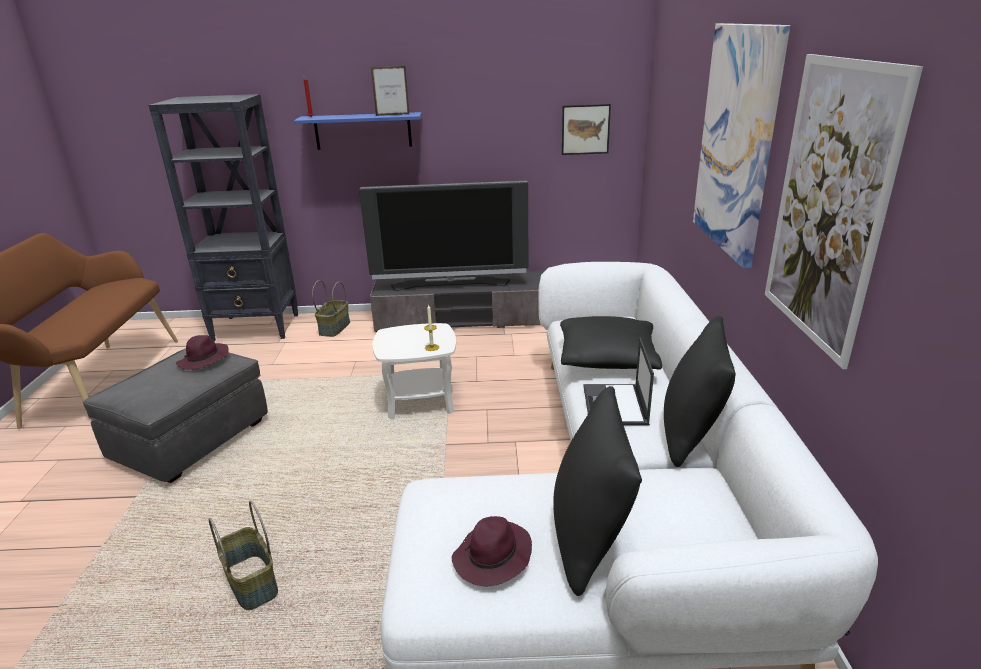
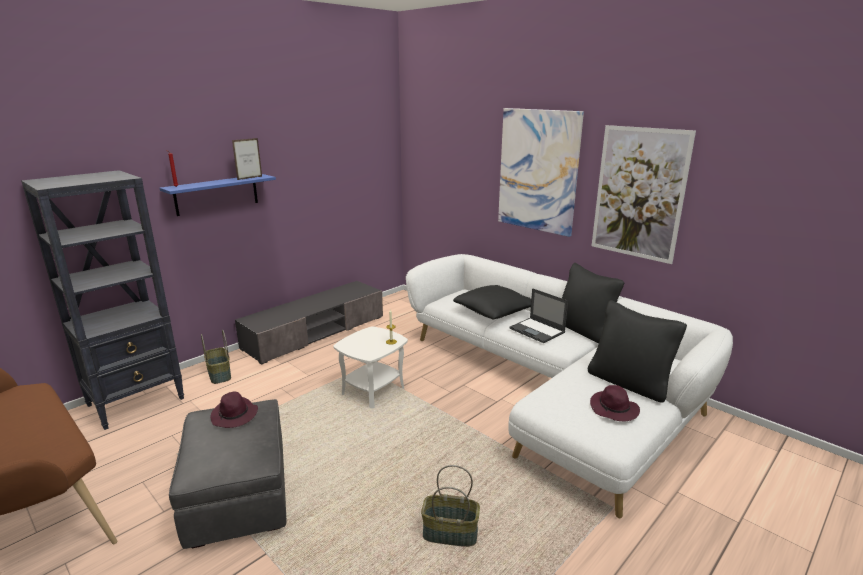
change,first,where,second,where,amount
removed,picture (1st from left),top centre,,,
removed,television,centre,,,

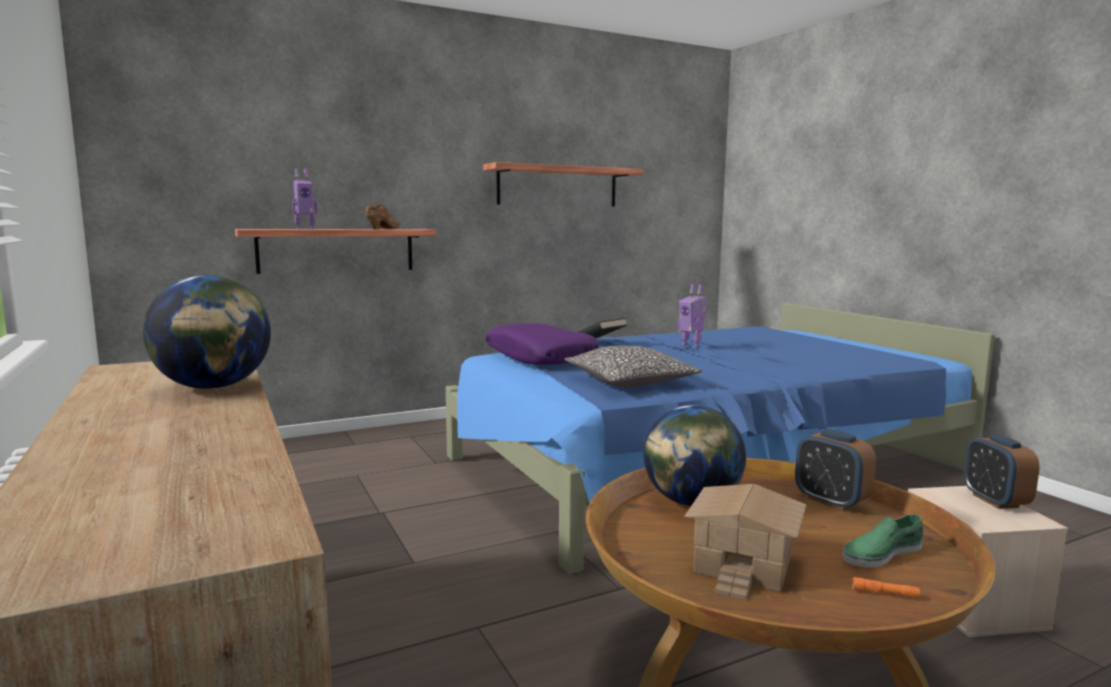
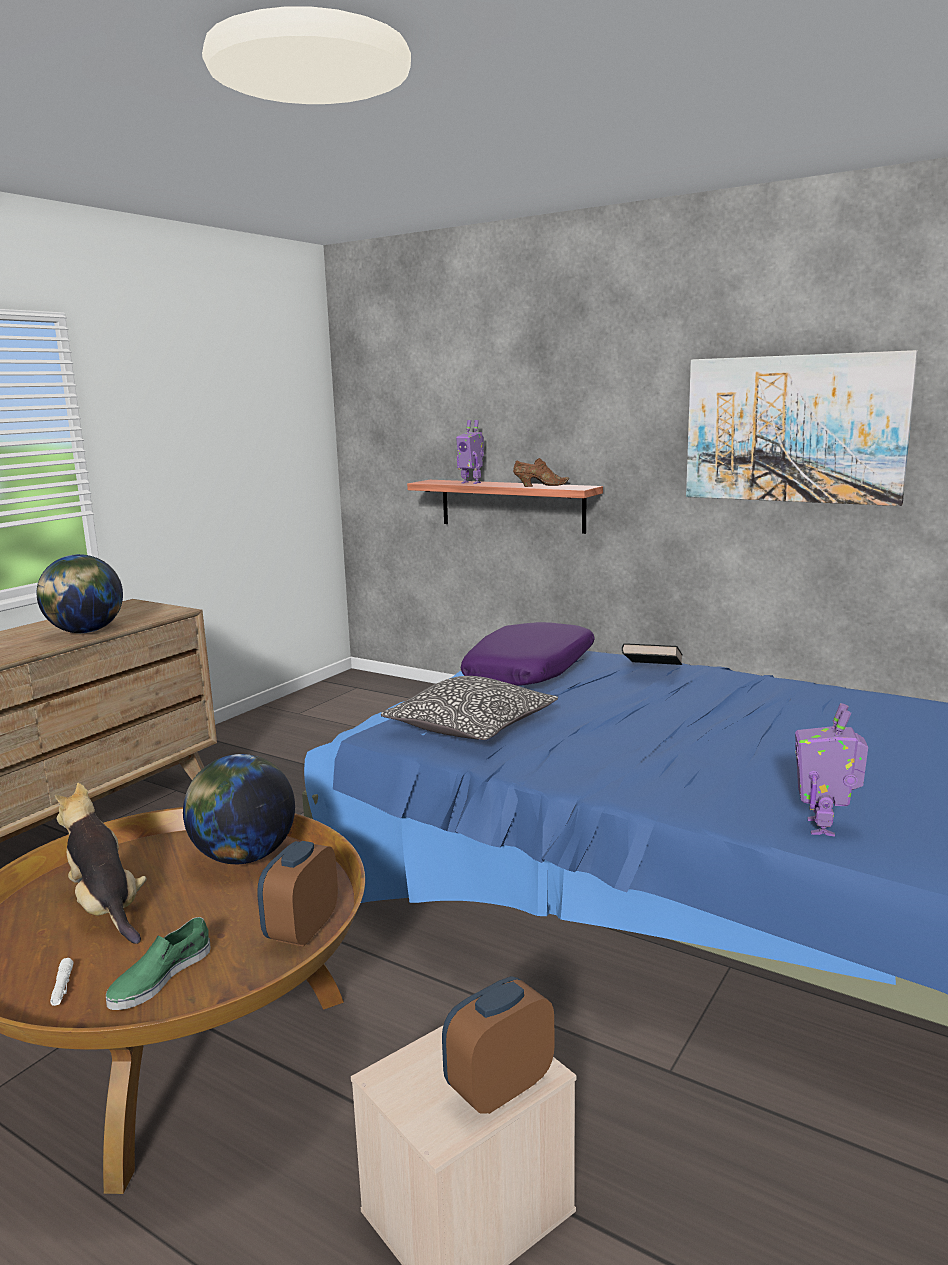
change,first,where,second,where,amount
replaced,shelf (2nd from left),top centre,picture,middle right,
moved,toy robot (2nd from left),centre,,middle right,
replaced,toy house,bottom right,plush toy,bottom left,
turned,shoe/green,bottom right,,bottom left,90 degrees counterclockwise
recoloured,flashlight/orange,bottom right,flashlight/white,bottom left,

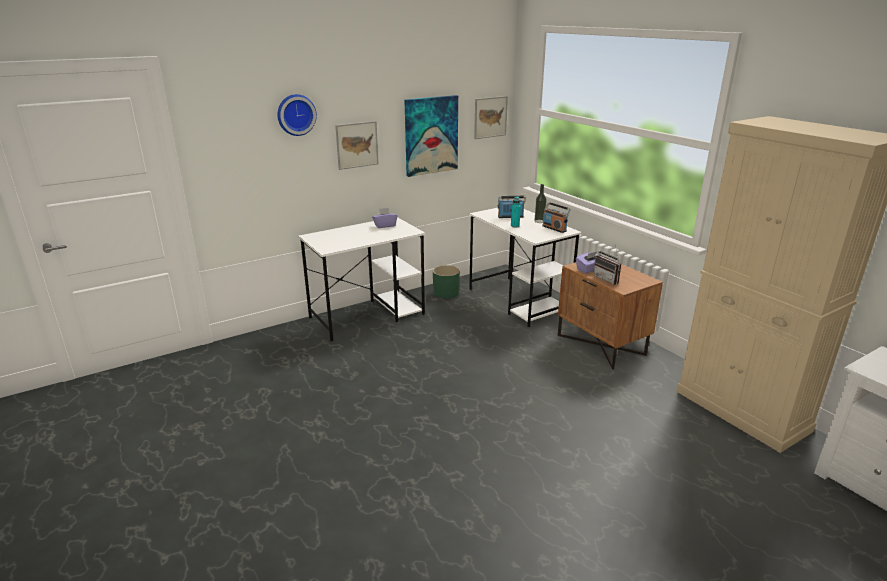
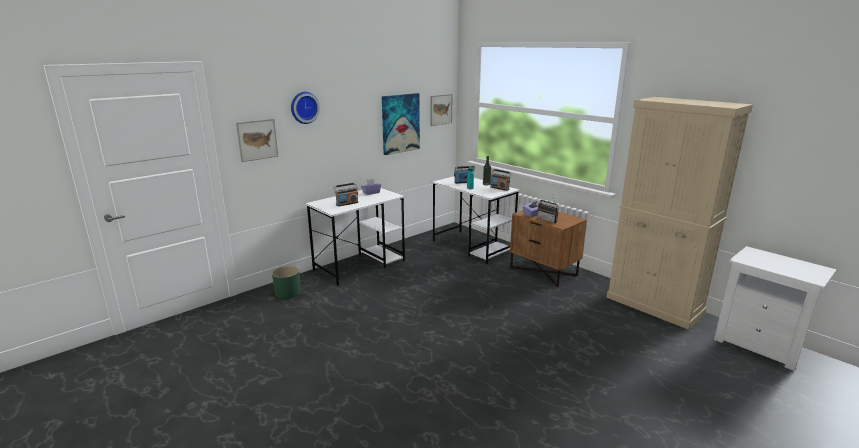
change,first,where,second,where,amount
moved,picture (1st from left),top centre,,top left,
moved,planter/green,centre,,middle left,
added,,,radio (1st from left),centre,

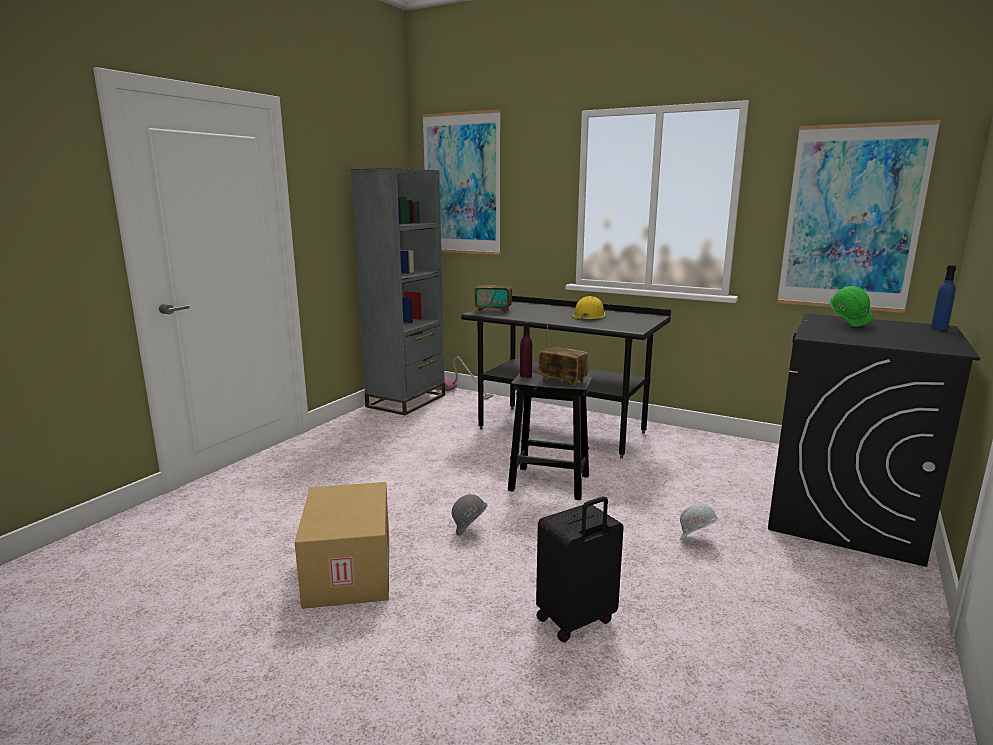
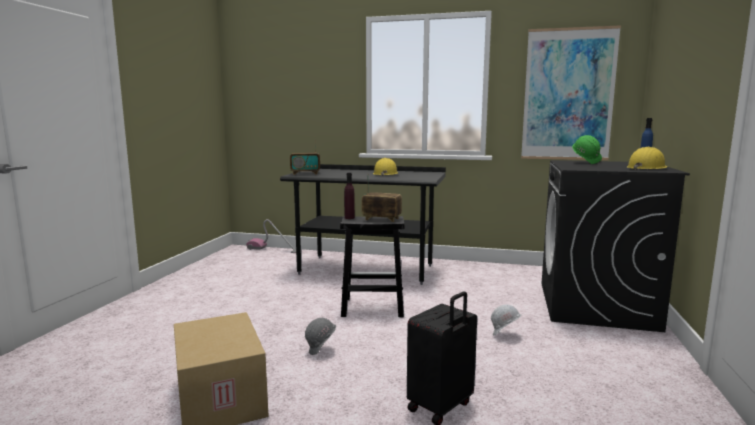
change,first,where,second,where,amount
removed,picture (1st from left),top centre,,,
removed,bookcase/grey,centre,,,
added,,,hard hat/yellow (2nd from left),middle right,

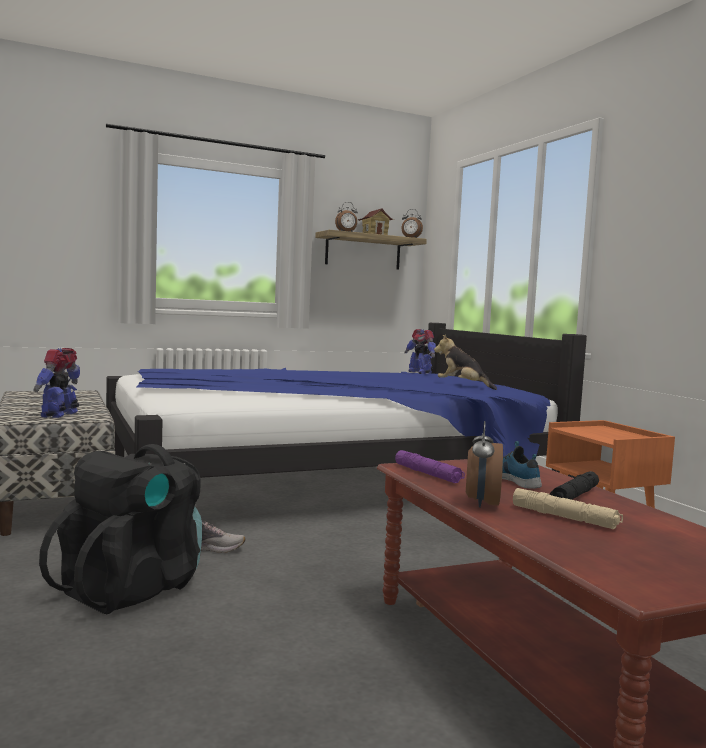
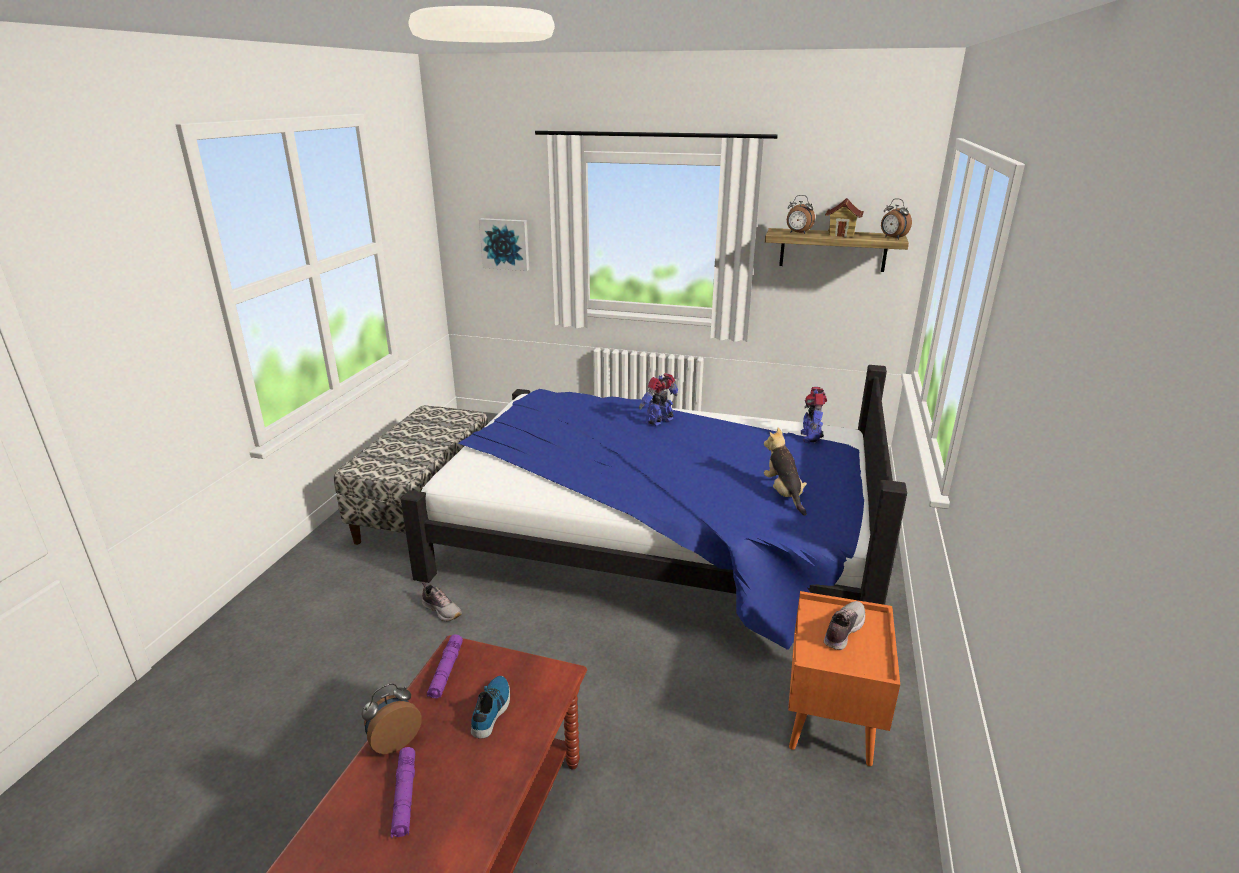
change,first,where,second,where,amount
moved,toy robot (1st from left),middle left,,centre,
removed,backpack/black,bottom left,,,
removed,flashlight/black,middle right,,,
recoloured,flashlight/beige,bottom right,flashlight/purple (1st from left),bottom left,
added,,,picture,top centre,
added,,,shoe (3rd from left),bottom right,

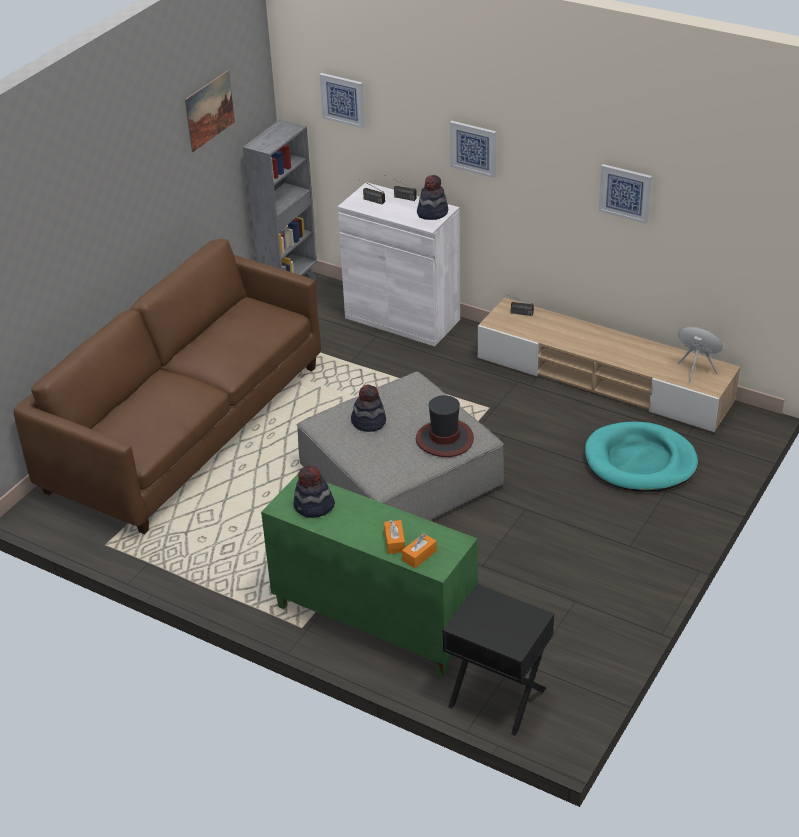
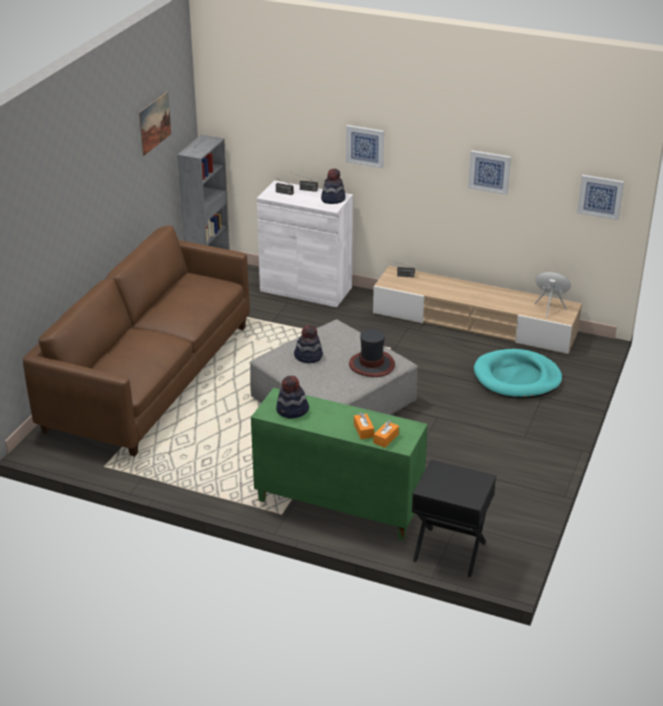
change,first,where,second,where,amount
moved,picture (2nd from left in the first image),top centre,picture (4th from left),top right,

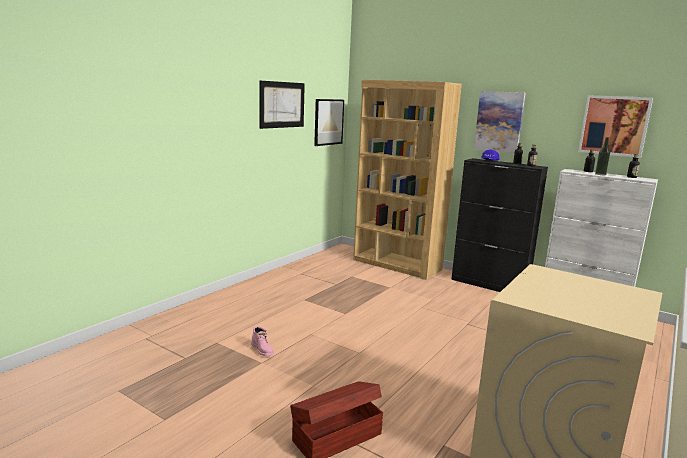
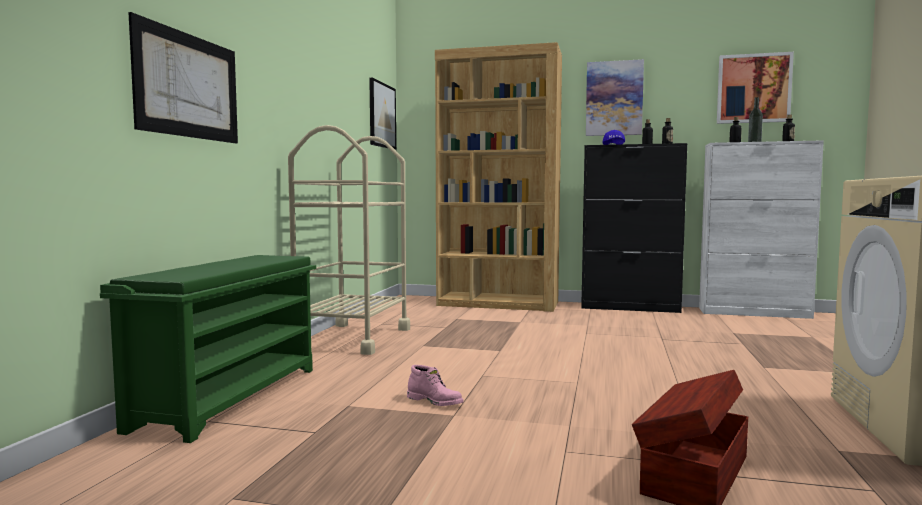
change,first,where,second,where,amount
moved,picture (1st from left),top centre,,top left,
added,,,cart/beige,centre,
added,,,shoe rack/green,bottom left,

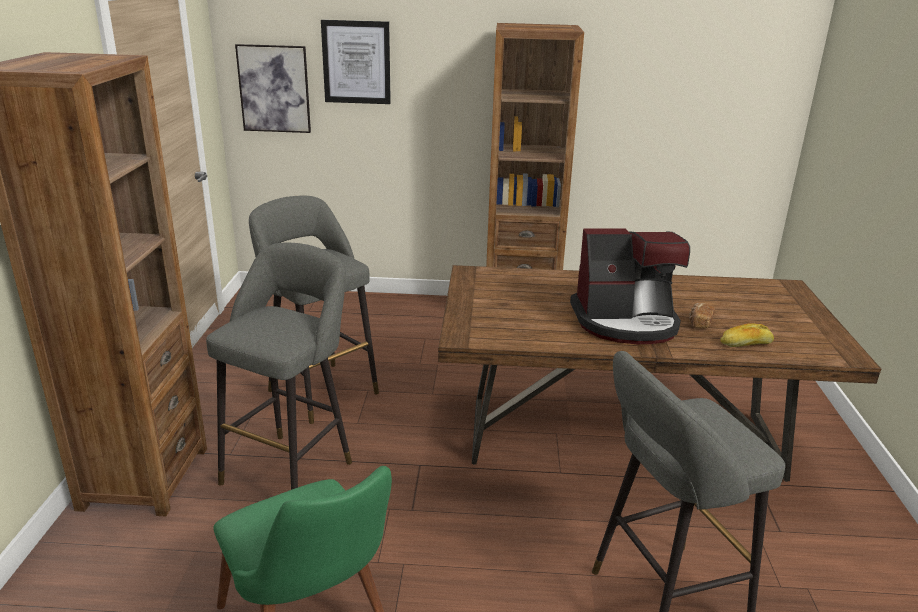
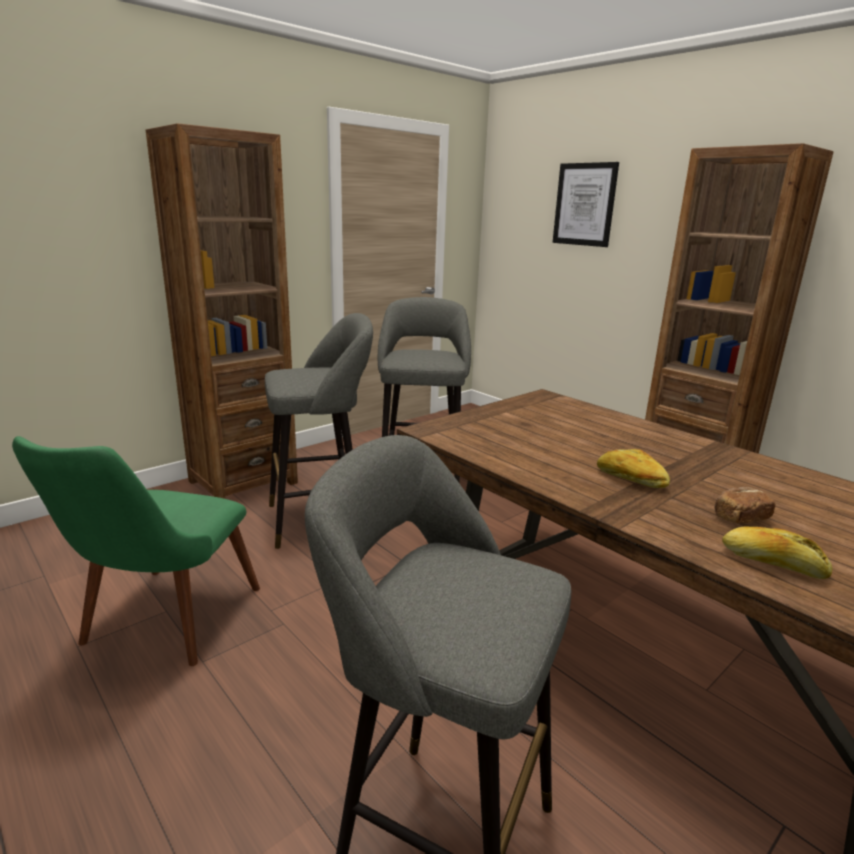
change,first,where,second,where,amount
removed,picture (1st from left),top left,,,
replaced,coffee machine,middle right,bread (1st from left),middle right,

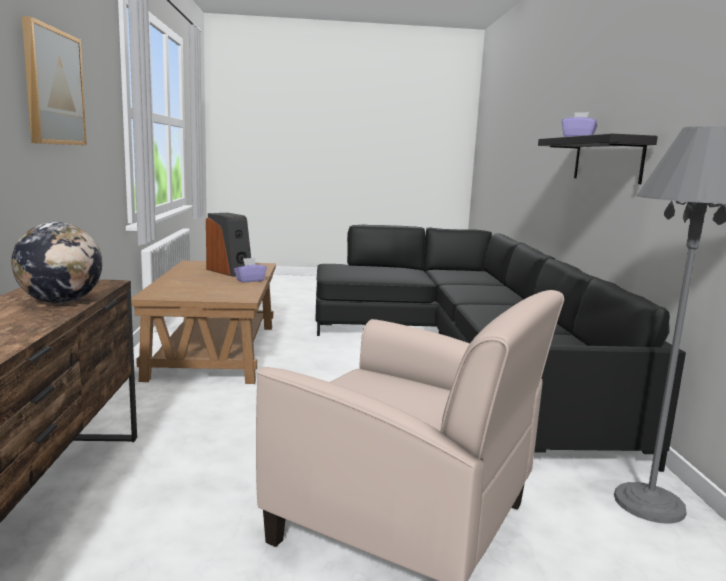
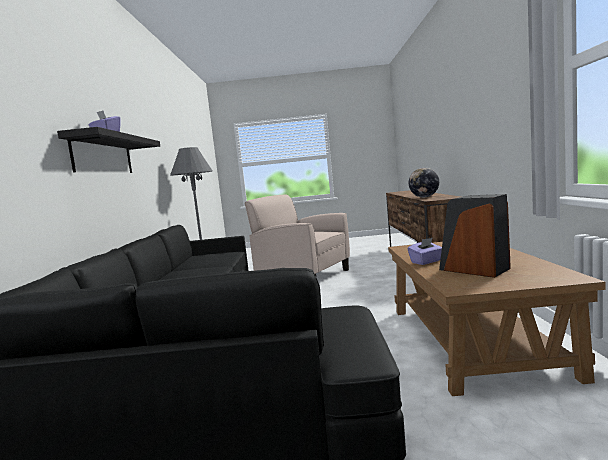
change,first,where,second,where,amount
removed,picture,top left,,,

